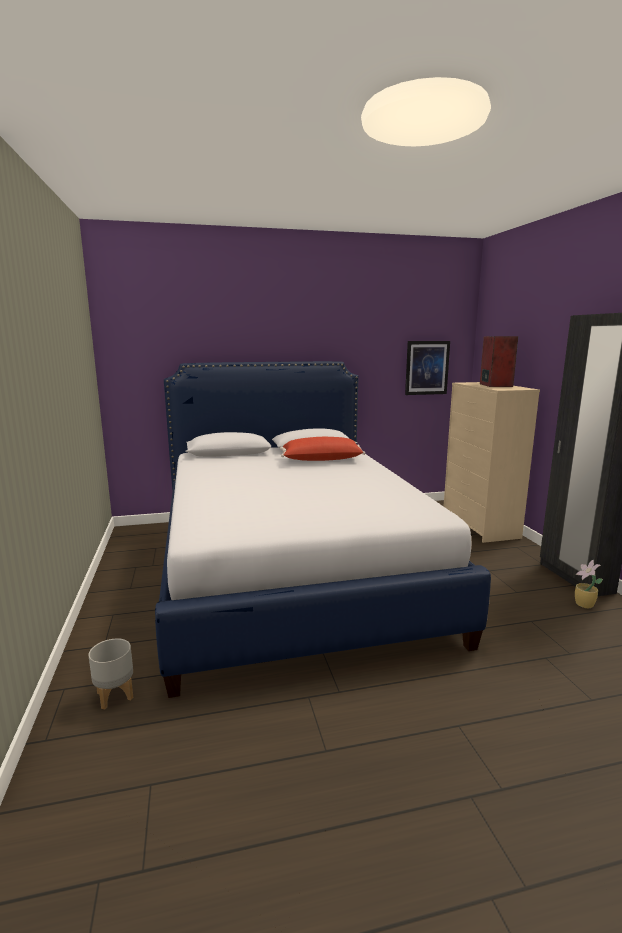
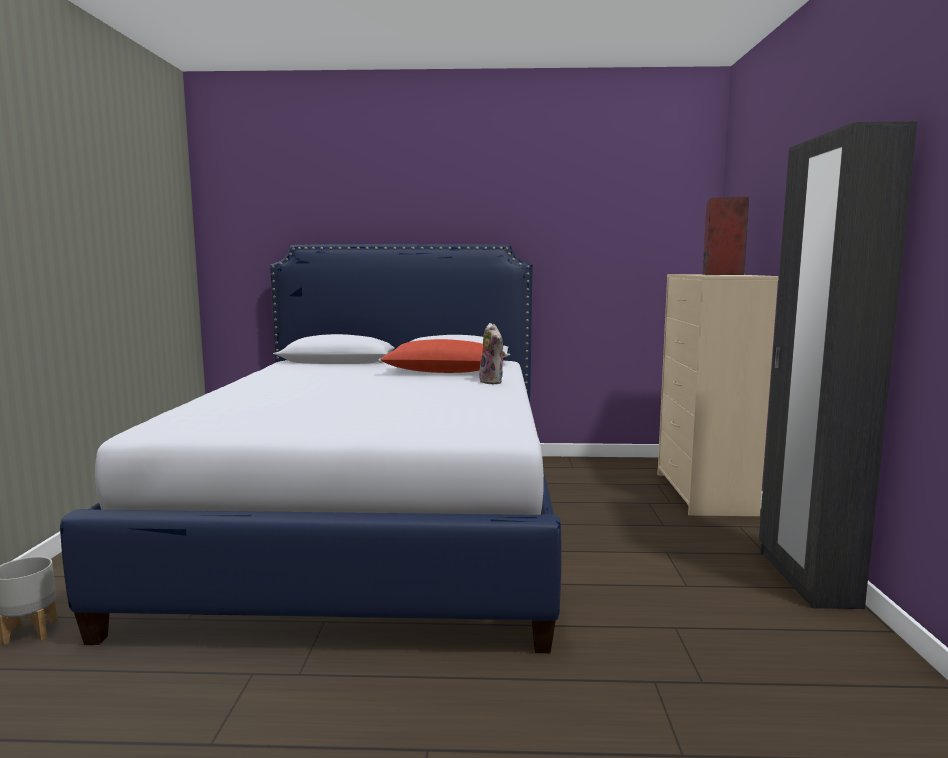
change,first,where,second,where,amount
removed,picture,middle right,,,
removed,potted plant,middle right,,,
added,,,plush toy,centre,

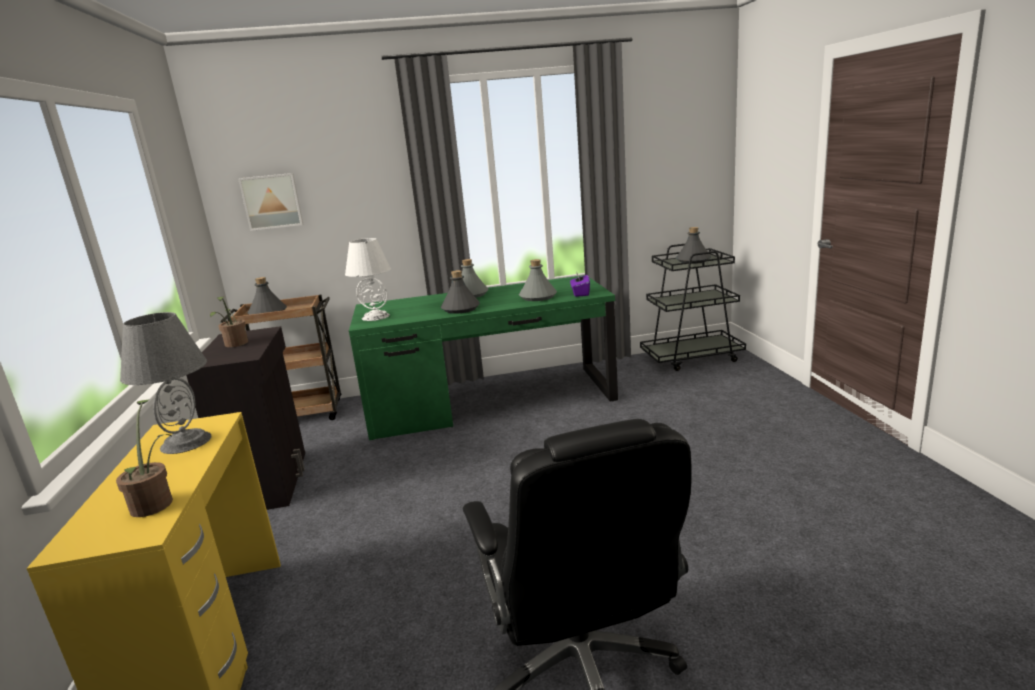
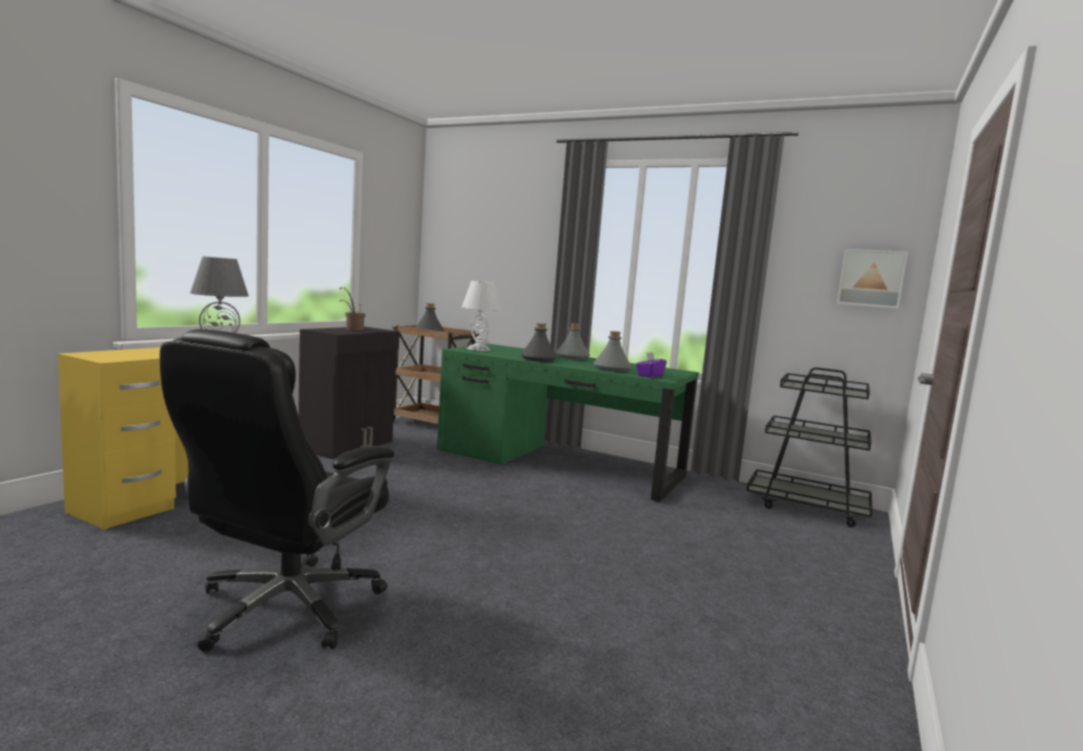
change,first,where,second,where,amount
moved,picture,top left,,middle right,
removed,bottle/grey (5th from left),middle right,,,
removed,potted plant (1st from left),middle left,,,

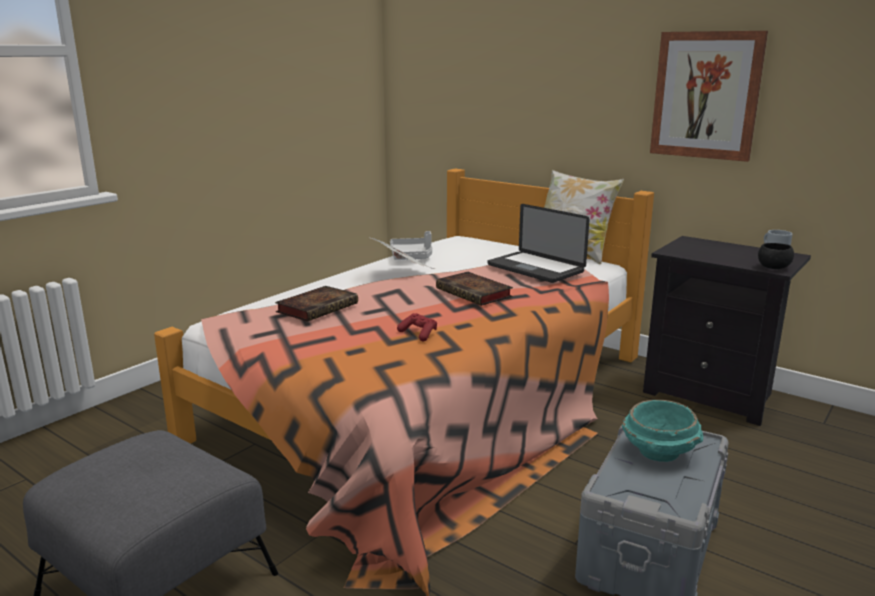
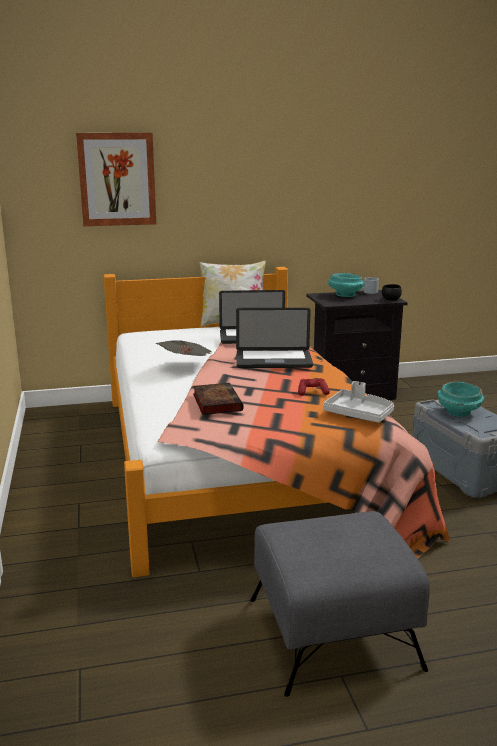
change,first,where,second,where,amount
moved,picture,top right,,top left,
moved,tray/grey,centre,,middle right,
replaced,book (2nd from left),centre,laptop (2nd from left),centre,
added,,,bowl/turquoise (1st from left),middle right,

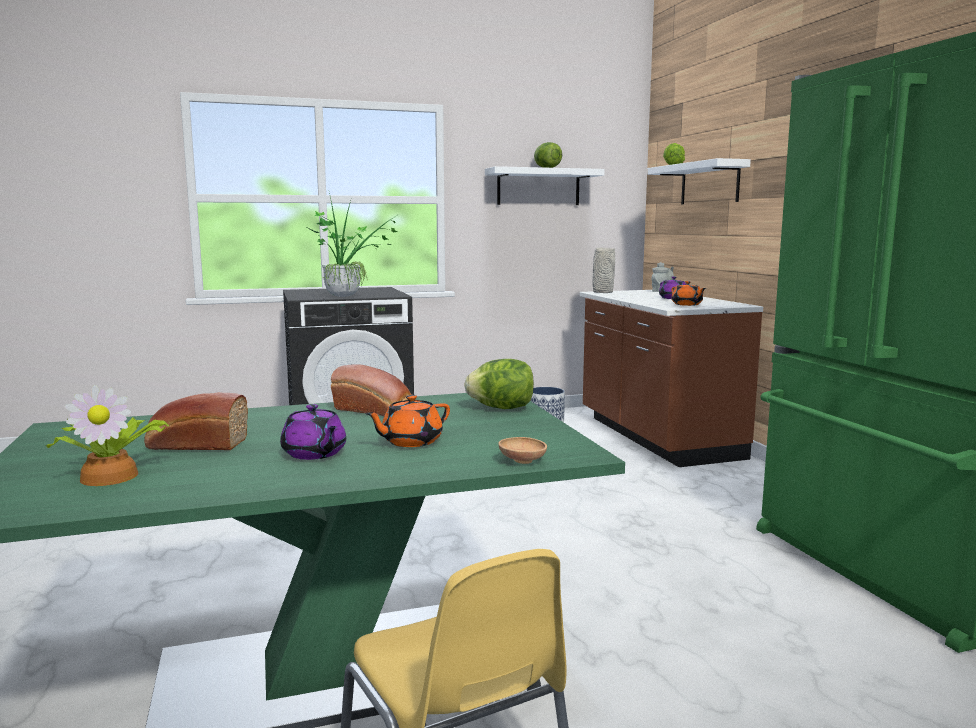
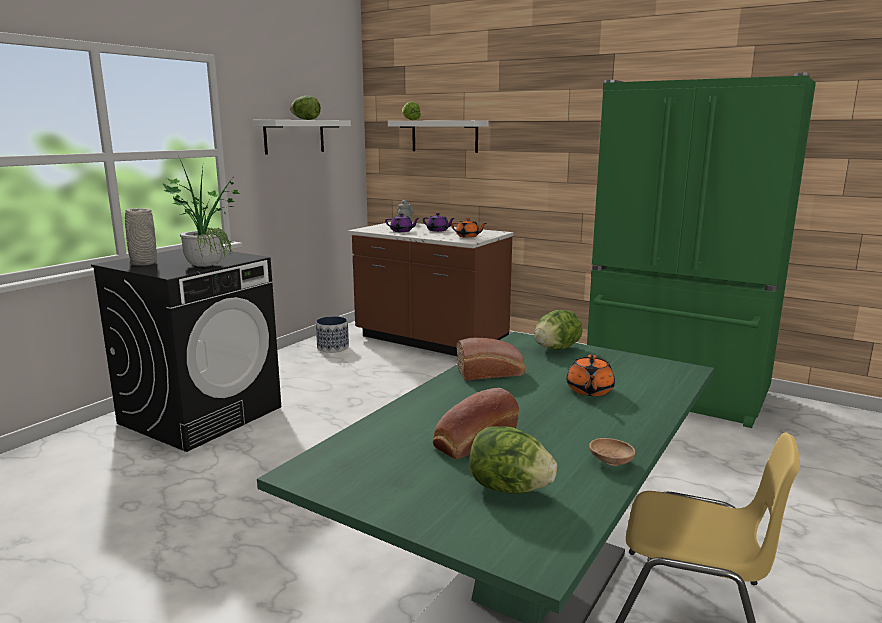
change,first,where,second,where,amount
moved,vase/grey,centre,,middle left,
replaced,potted plant (1st from left),middle left,lettuce (3rd from left),bottom centre,
moved,teapot/purple (1st from left),middle left,,centre,
moved,bowl/brown,centre,,bottom right,

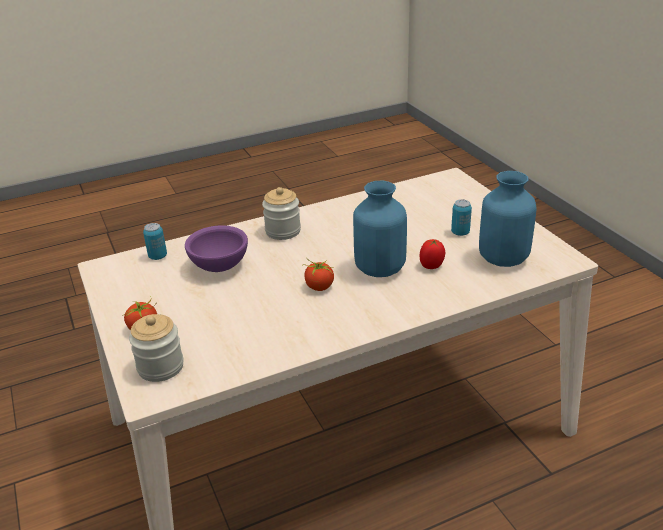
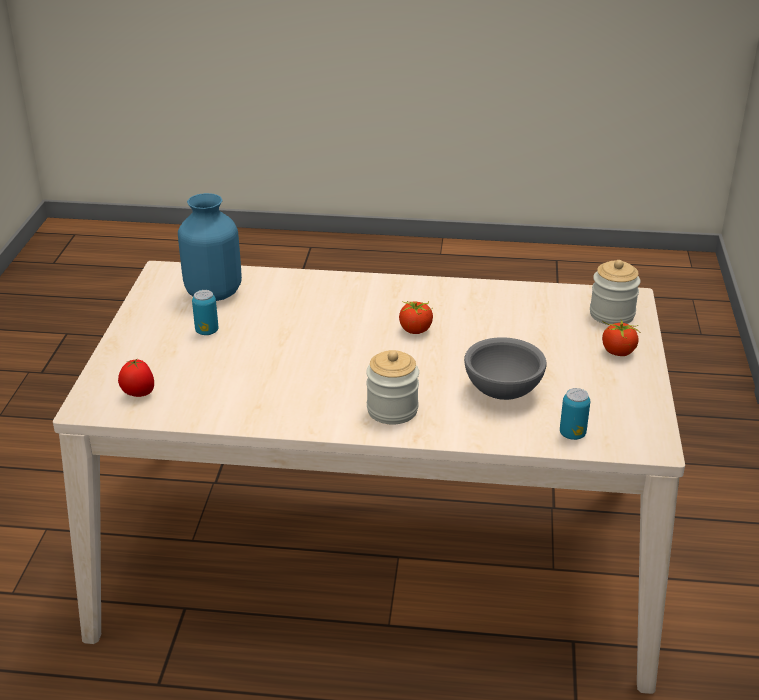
change,first,where,second,where,amount
removed,vase/blue (1st from left),centre,,,
recoloured,bowl/purple,middle left,bowl/grey,centre,
moved,tomato (3rd from left in the first image),centre,tomato (1st from left),middle left,

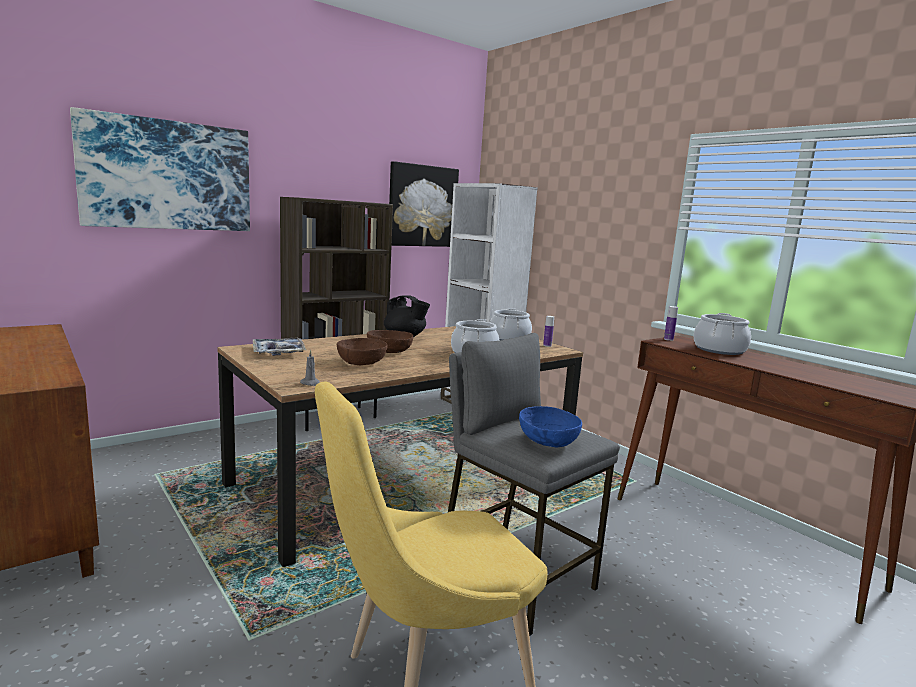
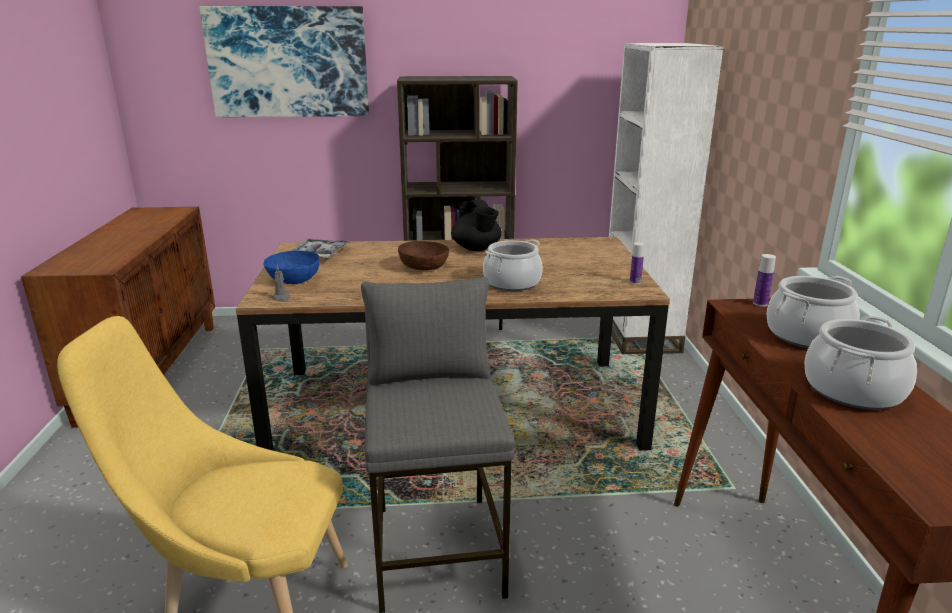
change,first,where,second,where,amount
removed,picture (2nd from left),top centre,,,
moved,cooking pot (2nd from left in the first image),centre,cooking pot (3rd from left),middle right,
removed,bowl/brown (1st from left),centre,,,
moved,bowl/blue,centre,,middle left,

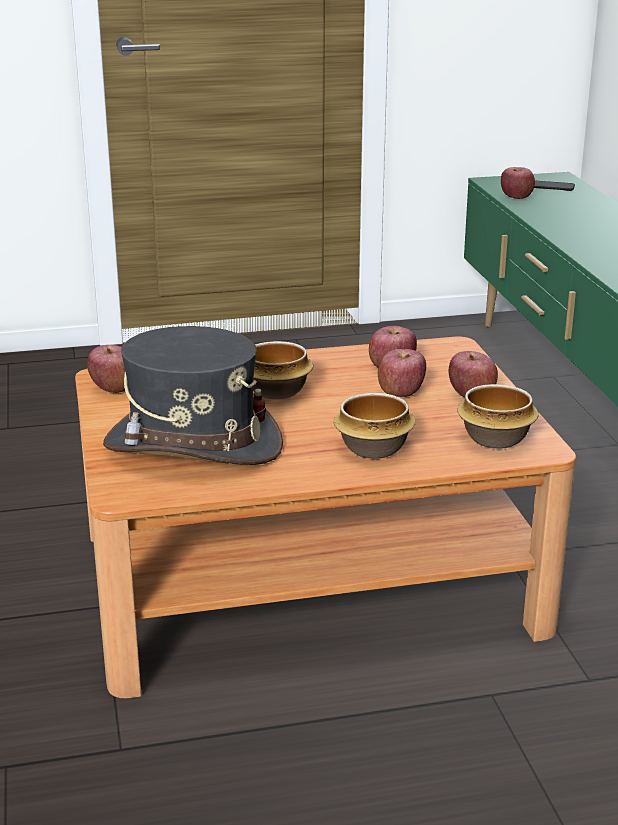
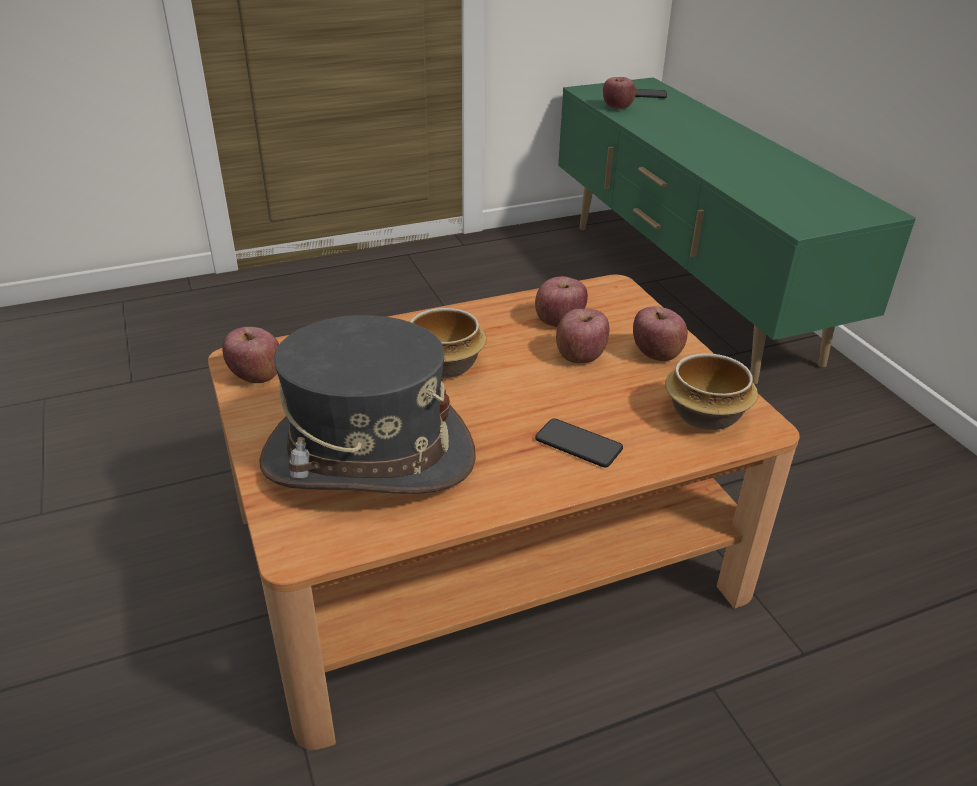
change,first,where,second,where,amount
replaced,bowl (2nd from left),centre,phone (1st from left),centre,

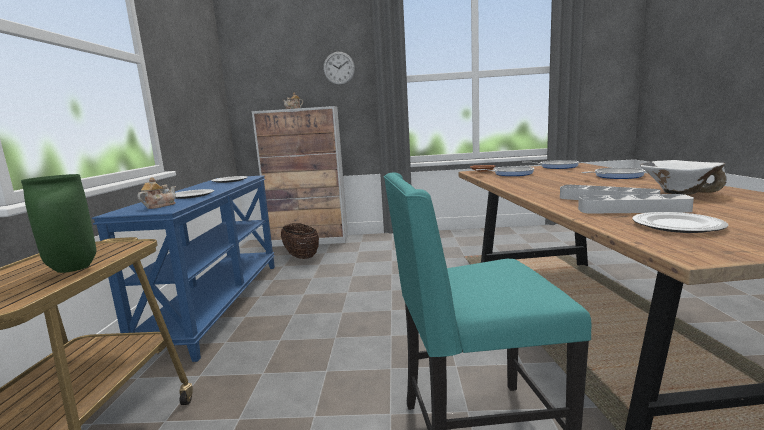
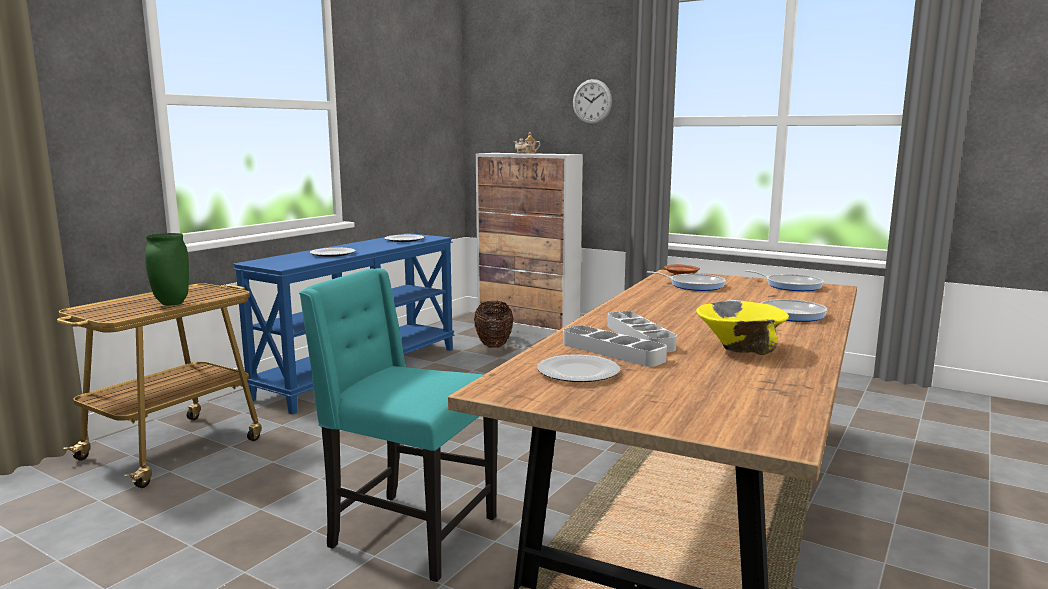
change,first,where,second,where,amount
recoloured,bowl/white,middle right,bowl/yellow,middle right,
removed,teapot (1st from left),middle left,,,

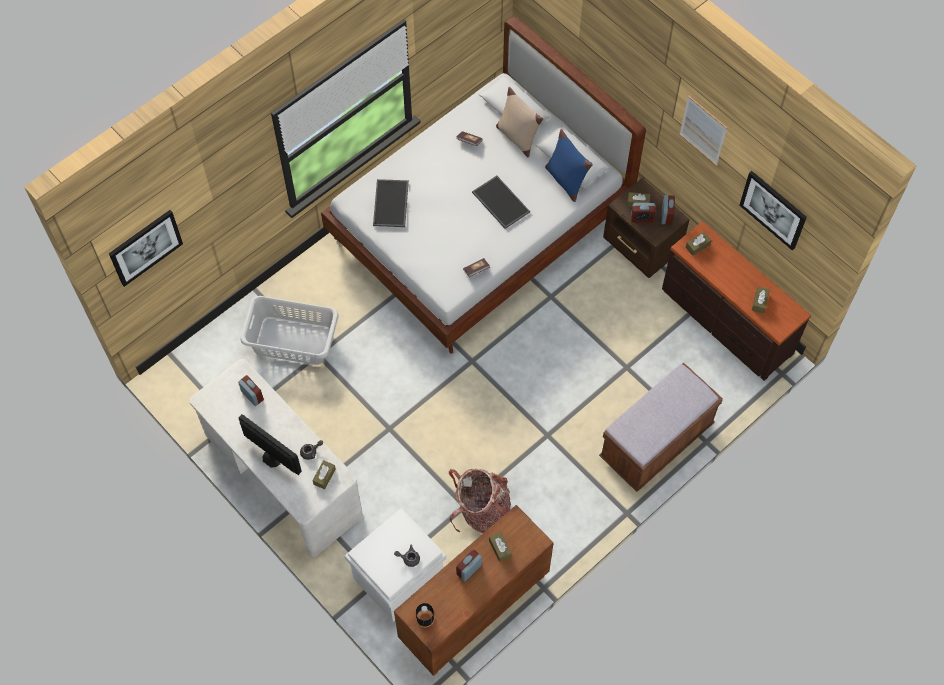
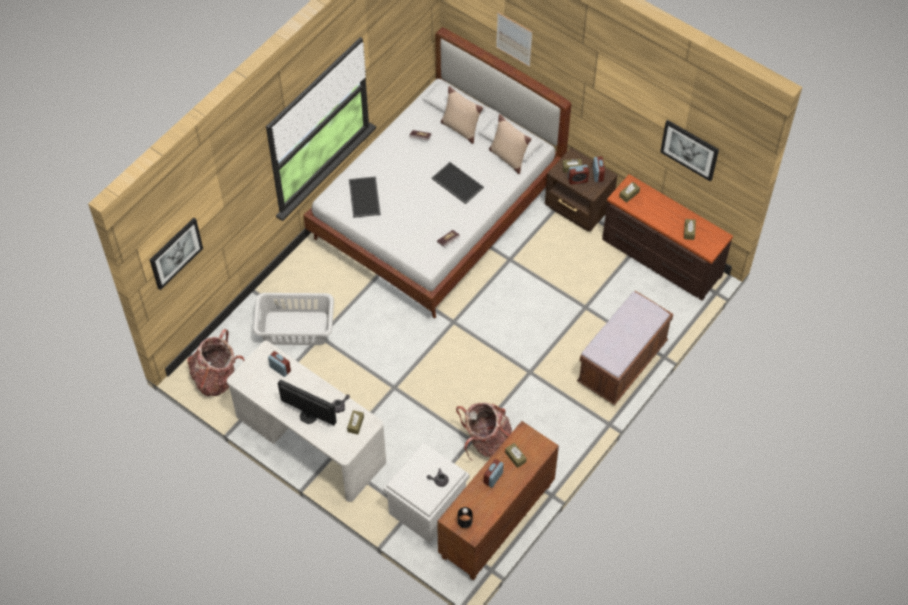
change,first,where,second,where,amount
moved,picture (2nd from left),top right,,top centre,
recoloured,pillow/blue,top centre,pillow/beige (2nd from left),top centre,
added,,,backpack (1st from left),middle left,

